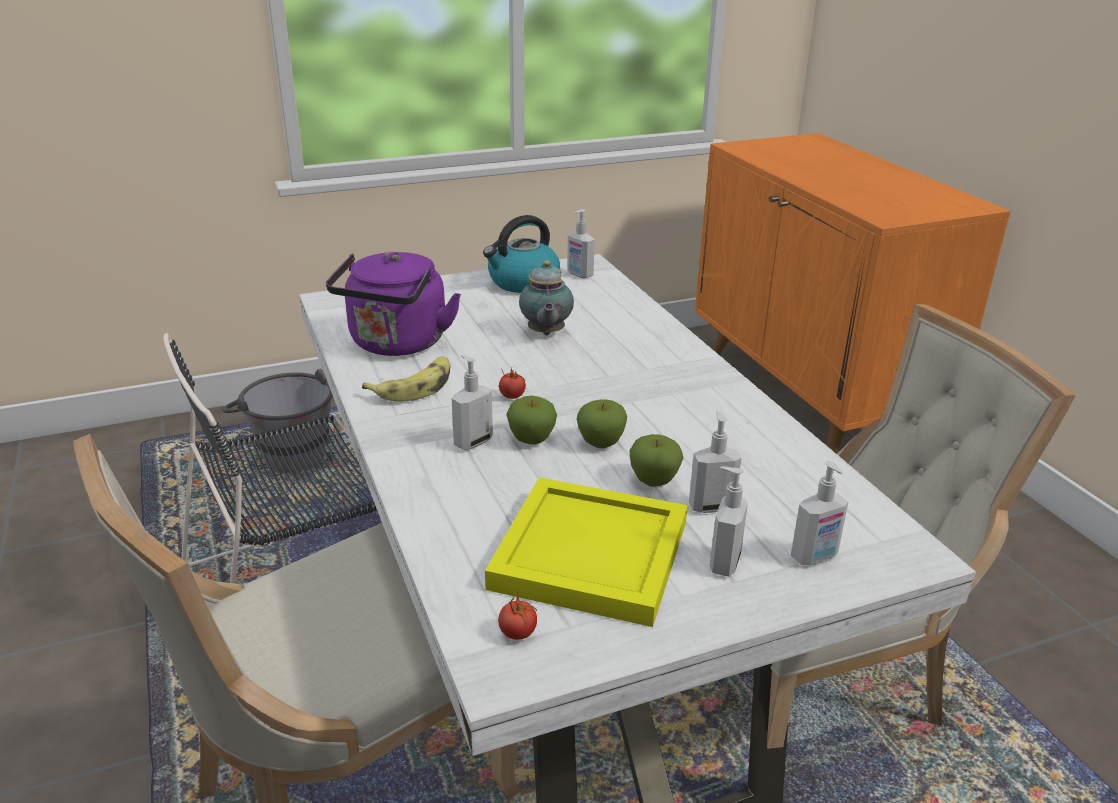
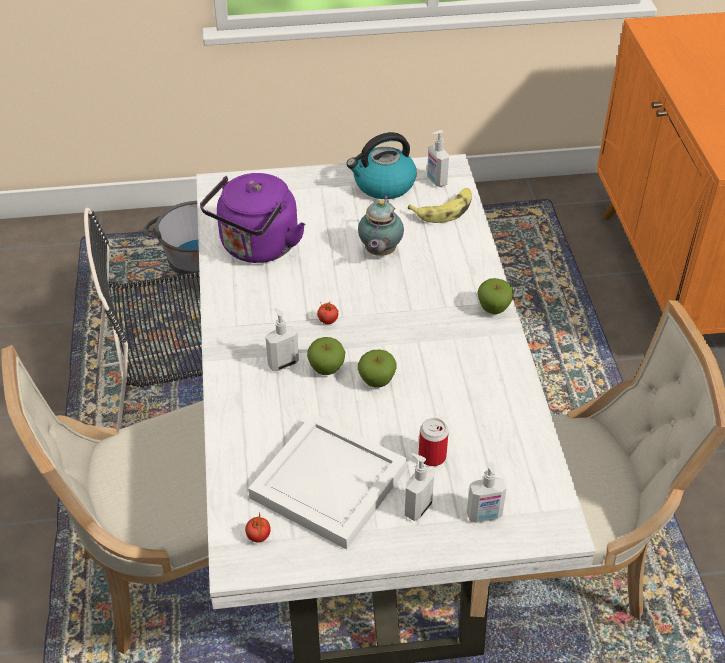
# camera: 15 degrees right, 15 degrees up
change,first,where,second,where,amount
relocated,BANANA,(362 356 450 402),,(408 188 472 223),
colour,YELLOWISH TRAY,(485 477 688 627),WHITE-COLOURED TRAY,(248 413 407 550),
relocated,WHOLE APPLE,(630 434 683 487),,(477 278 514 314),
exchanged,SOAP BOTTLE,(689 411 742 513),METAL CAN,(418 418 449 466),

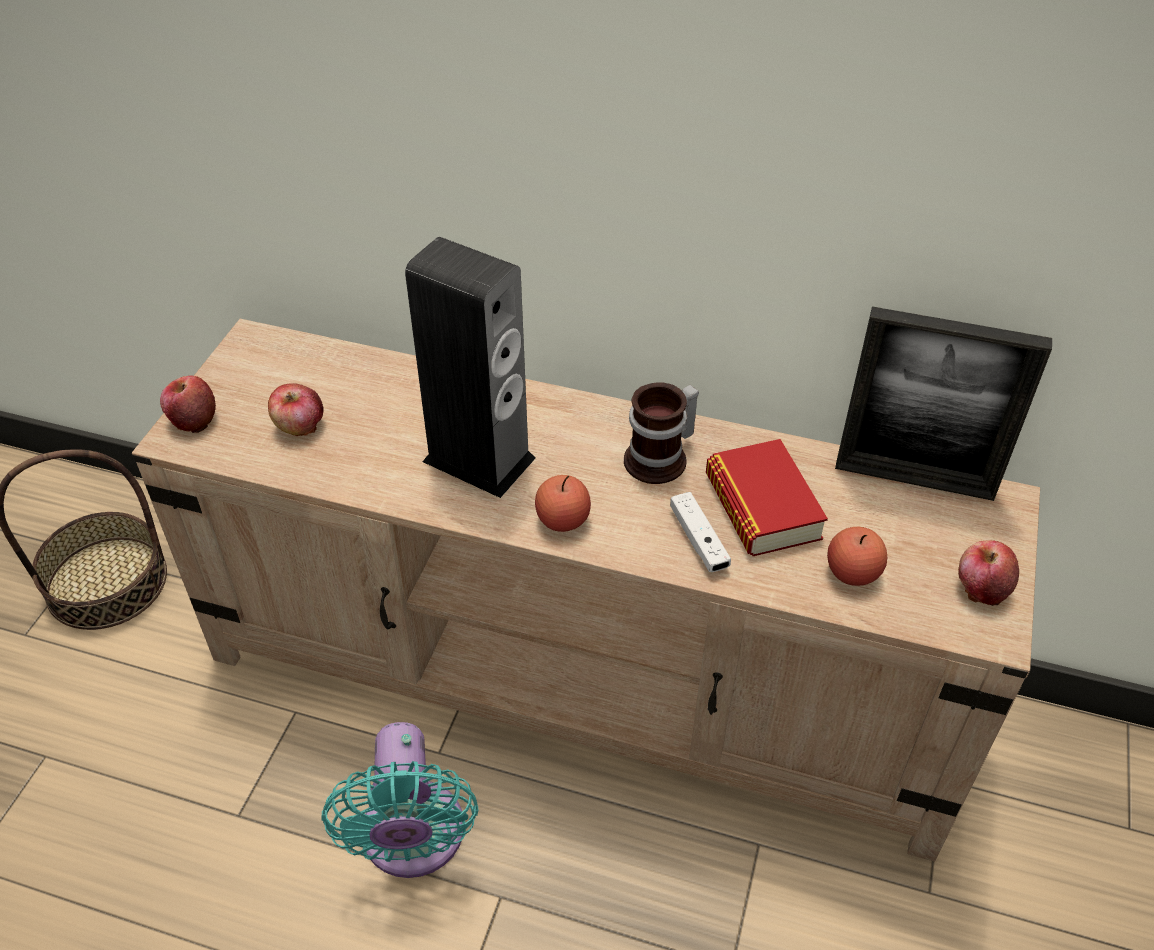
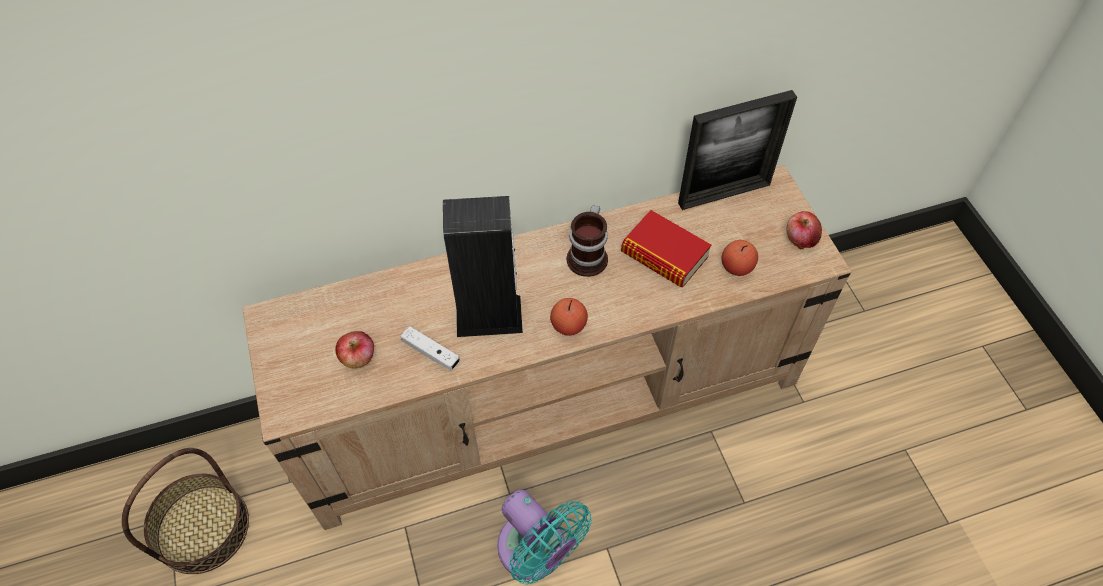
# camera: 35 degrees left, 10 degrees up
change,first,where,second,where,amount
missing,WHOLE APPLE,(160 376 216 433),,,
relocated,WHITE-COLOURED GAME CONTROLLER,(670 492 731 572),,(401 326 460 371),

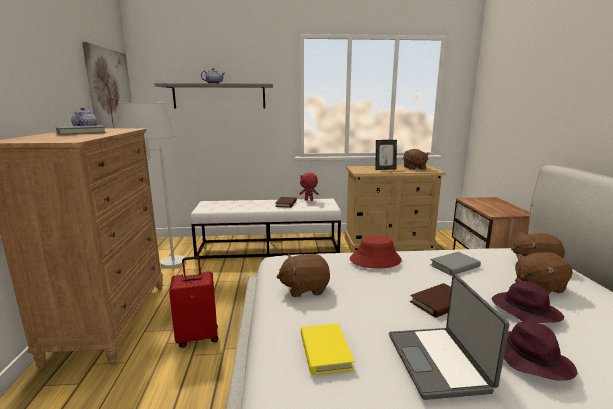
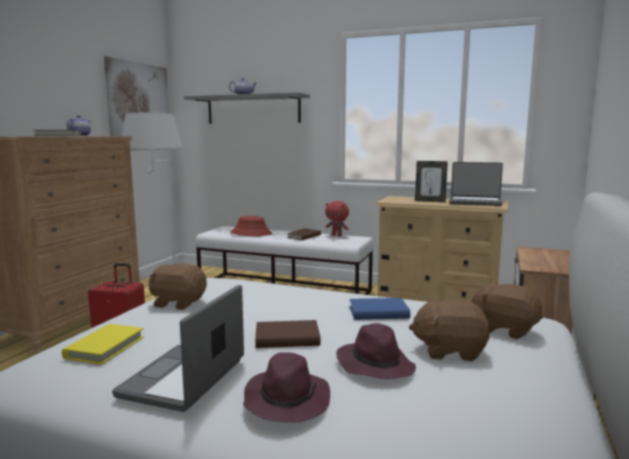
# camera: 25 degrees right, 5 degrees down
change,first,where,second,where,amount
relocated,REDDISH WEARABLE HAT,(350 235 402 269),,(230 216 272 236),
exchanged,BROWNISH PLUSH TOY,(403 149 430 170),LAPTOP,(449 162 503 206),
colour,GRAY VOLUME,(430 252 481 276),BLUISH VOLUME,(349 298 410 320),

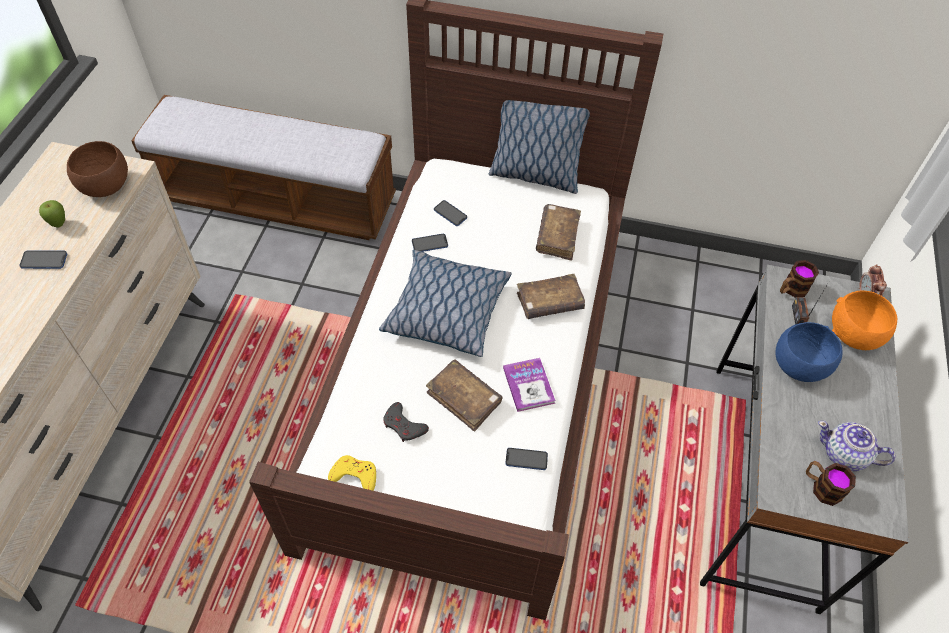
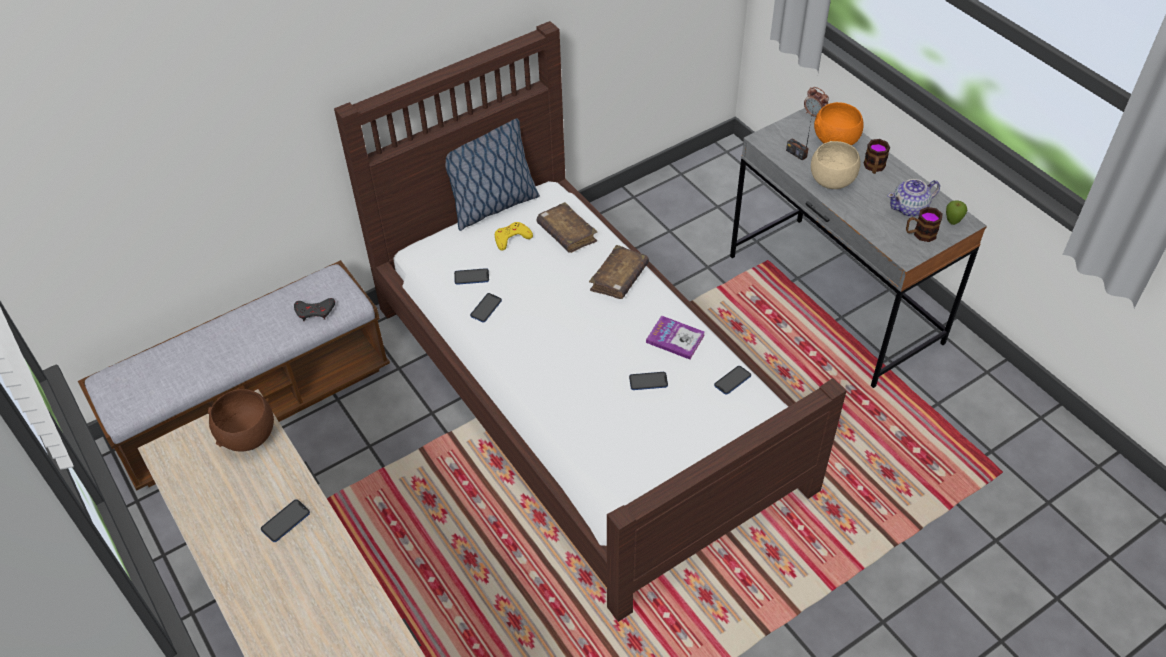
# camera: 45 degrees left, 5 degrees down
change,first,where,second,where,amount
relocated,WHOLE APPLE,(39 200 65 228),,(946 201 967 225),
relocated,YELLOWISH GAME CONTROLLER,(328 455 376 491),,(495 222 533 251),
missing,THROW PILLOW,(379 250 511 357),,,
relocated,GRAY GAME CONTROLLER,(383 402 429 442),,(294 298 335 321),
exchanged,BROWNISH VOLUME,(426 359 502 432),TELEPHONE,(629 372 668 390),
colour,BLUISH SERVING BOWL,(775 322 843 382),SAND-COLOURED SERVING BOWL,(811 141 861 189),
relocated,COFFEE MUG,(780 260 819 298),,(863 139 890 174),

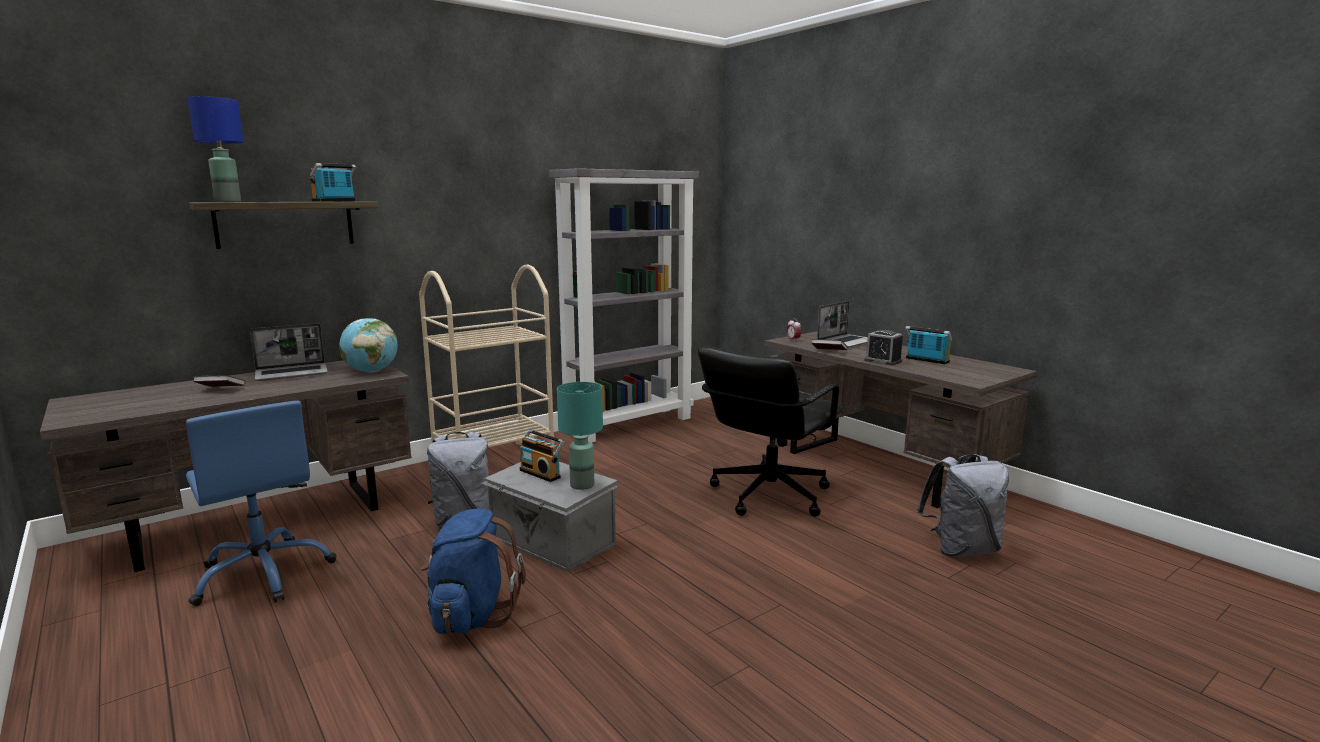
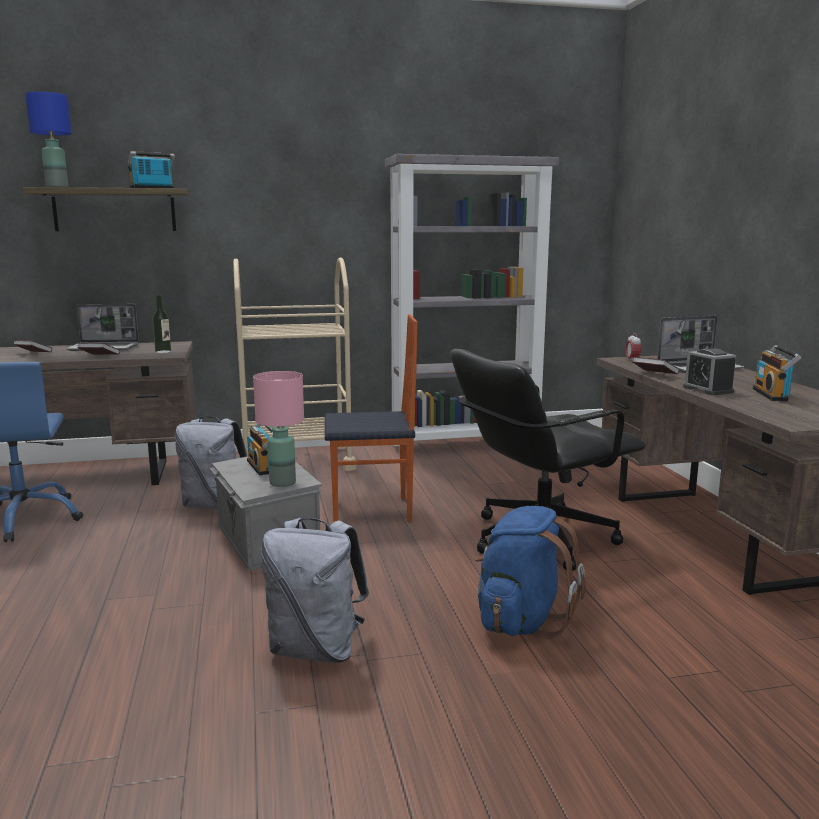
# camera: 25 degrees right, 0 degrees up
change,first,where,second,where,amount
exchanged,GLOBE,(339 318 398 372),DRINK BOTTLE,(152 295 171 353),
relocated,BLUISH RUCKSACK,(421 508 526 634),,(475 506 586 639),
colour,TURQUOISE-COLOURED LAMP FOR A TABLE,(557 382 603 490),PINK-COLOURED LAMP FOR A TABLE,(253 371 304 487),
spun,RADIO,(905 326 953 364),,(753 345 801 401),150 degrees counterclockwise
relocated,GRAY RUCKSACK,(917 454 1009 557),,(261 518 369 663),
appeared,,,VOLUME,(77 343 120 355),
appeared,,,UPRIGHT CHAIR,(325 314 418 522),

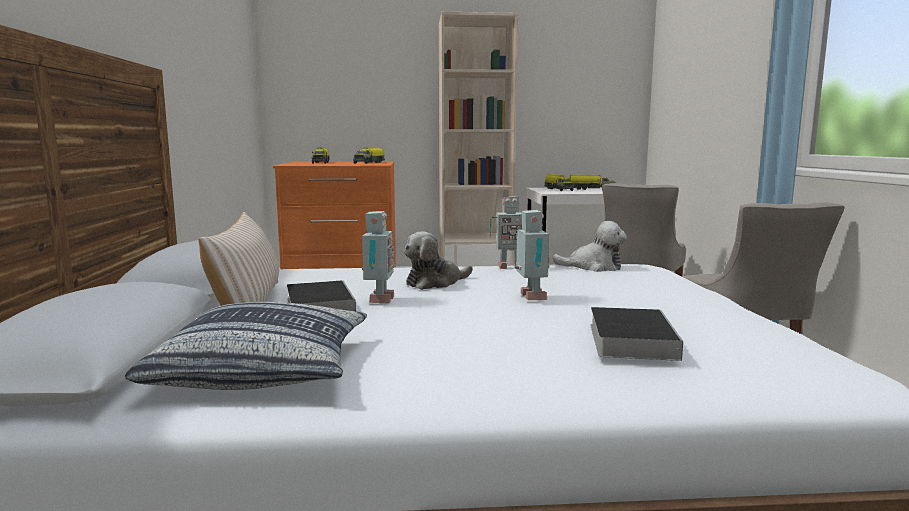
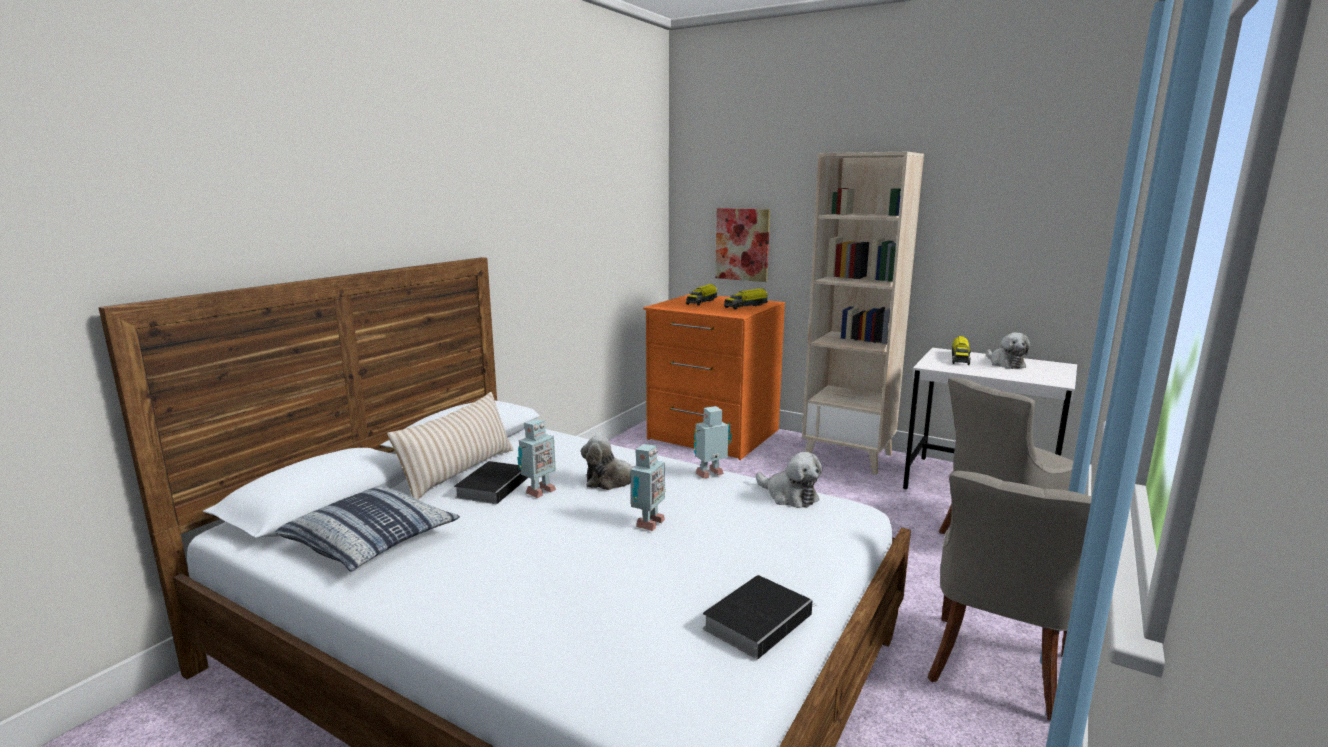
# camera: 35 degrees right, 5 degrees up
change,first,where,second,where,amount
spun,TOY ROBOT,(489 197 522 269),,(694 406 731 479),120 degrees clockwise
exchanged,TOY LORRY,(569 175 615 190),PLUSH TOY,(986 332 1030 369),
relocated,VOLUME,(590 307 683 361),,(703 575 816 660),
appeared,,,WALL ART,(715 208 770 282),

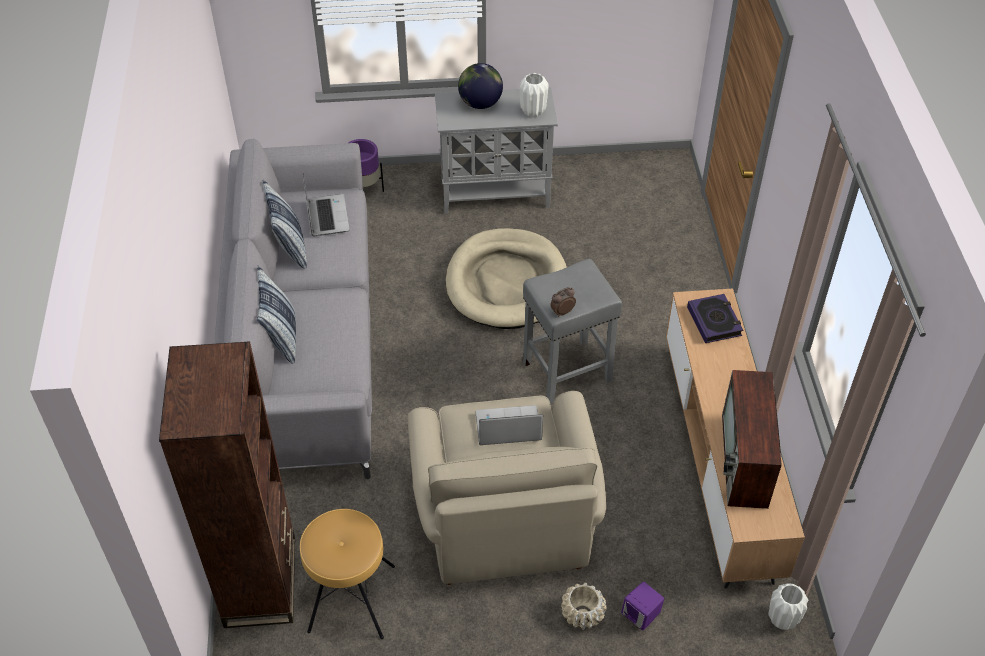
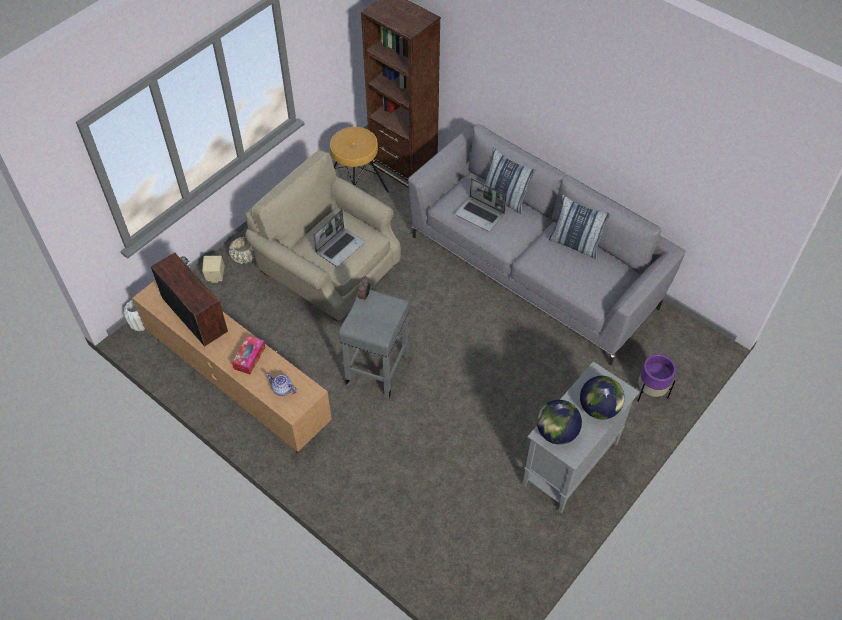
# camera: 135 degrees right, 5 degrees up
change,first,where,second,where,amount
relocated,LAPTOP,(303 173 350 236),,(455 178 507 232),
missing,SAND-COLOURED DOG BED,(446 228 567 329),,,
exchanged,WHITE-COLOURED FLOWER VASE,(520 73 549 117),GLOBE,(537 400 582 445),
colour,PURPLISH SPEAKER,(621 582 664 630),SAND-COLOURED SPEAKER,(202 256 224 283),
exchanged,VOLUME,(687 294 743 343),TEA POT,(266 374 297 396),
appeared,,,BOX OF TISSUES,(232 336 265 374),

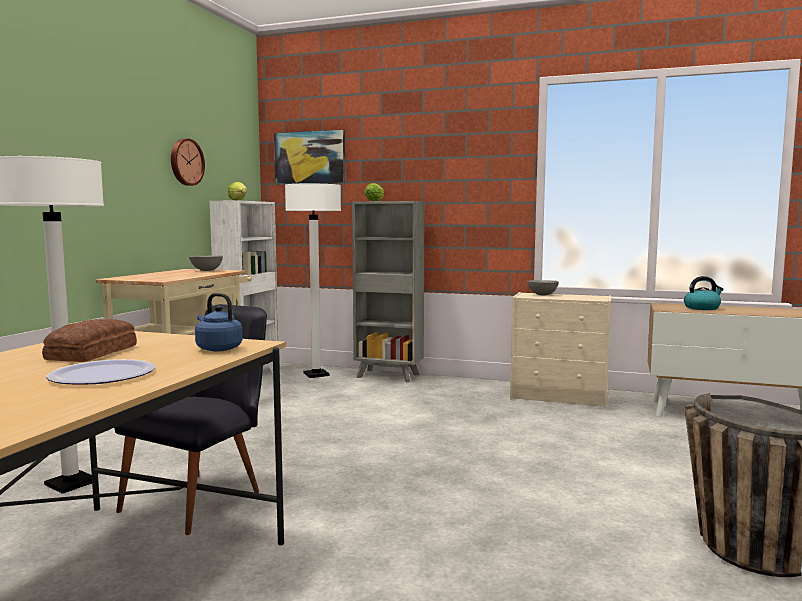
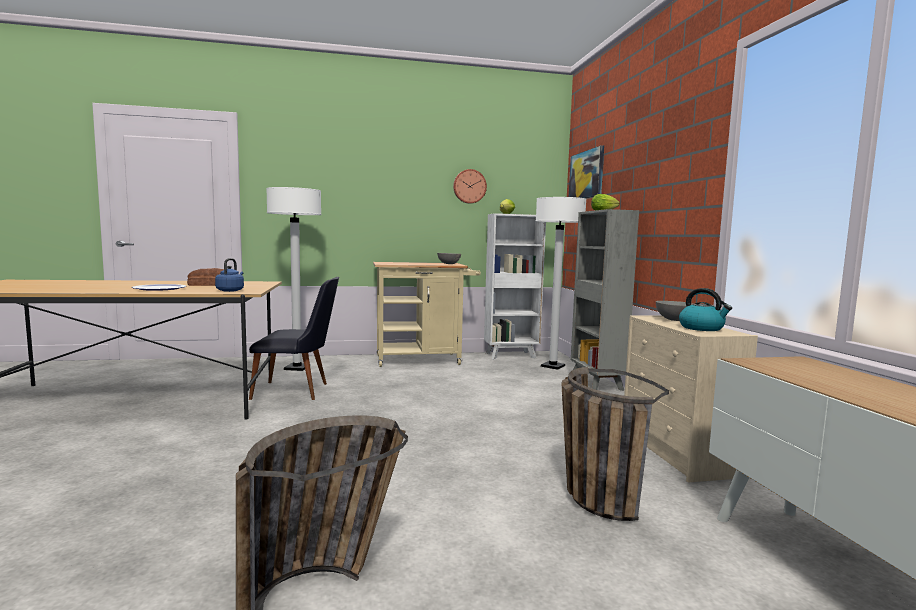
# camera: 60 degrees right, 0 degrees up
change,first,where,second,where,amount
relocated,WATER KETTLE,(684 276 724 310),,(679 288 732 331),
appeared,,,HOUSEHOLD BASKET,(561 367 669 521),

